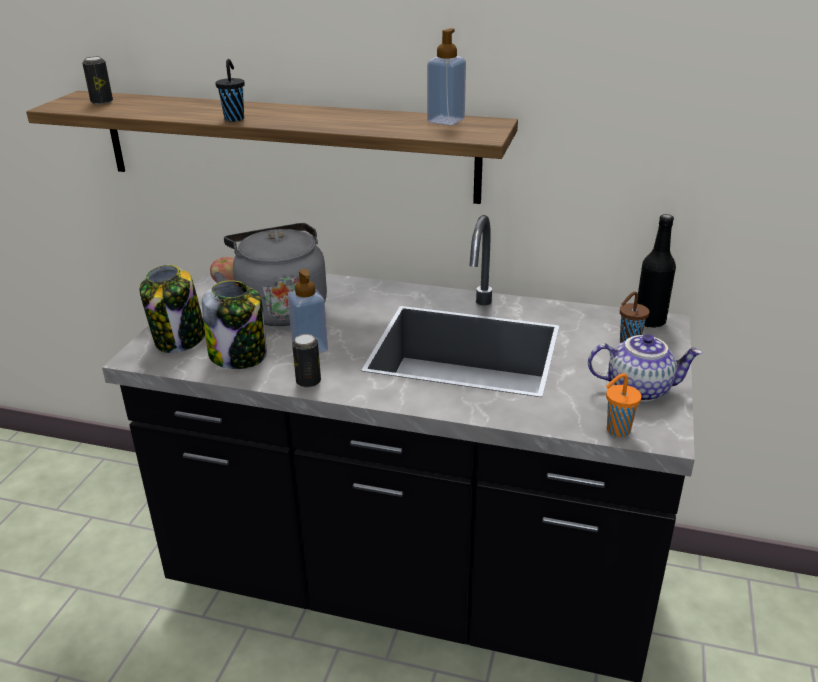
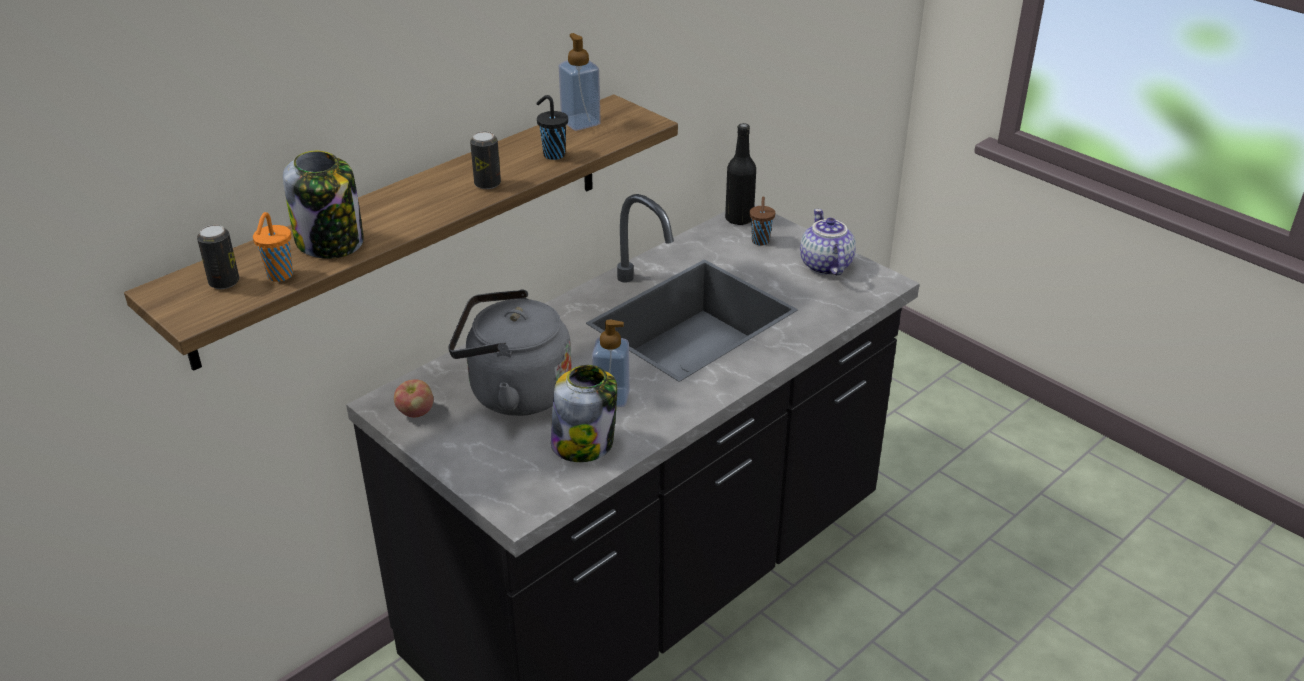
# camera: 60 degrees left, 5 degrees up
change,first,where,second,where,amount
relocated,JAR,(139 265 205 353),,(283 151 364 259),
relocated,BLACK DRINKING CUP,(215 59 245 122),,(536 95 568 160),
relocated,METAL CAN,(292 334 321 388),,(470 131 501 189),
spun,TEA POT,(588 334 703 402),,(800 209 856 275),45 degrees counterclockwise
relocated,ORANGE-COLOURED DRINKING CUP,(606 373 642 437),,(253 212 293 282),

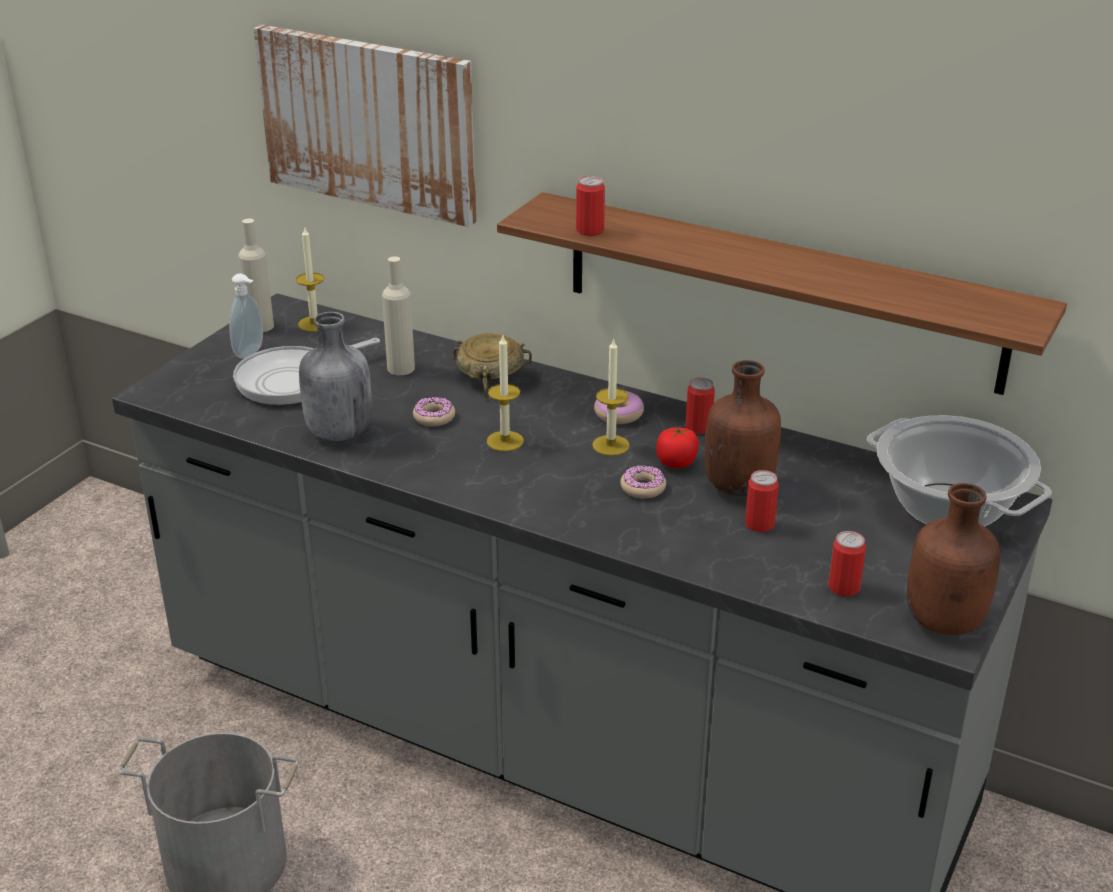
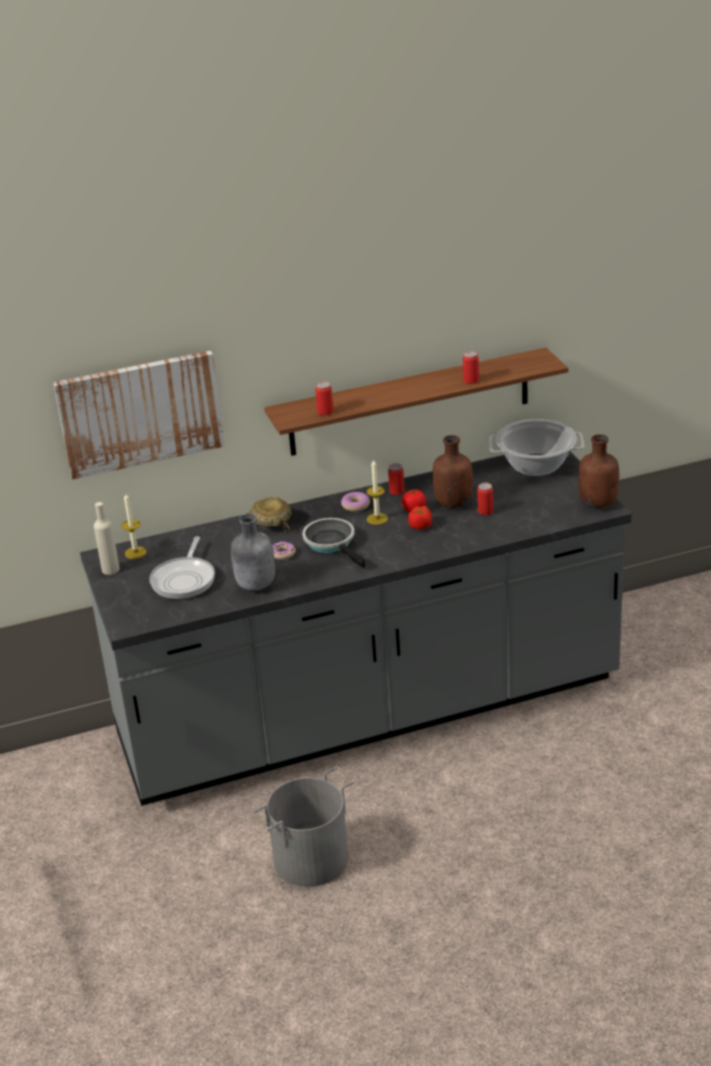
# camera: 45 degrees left, 0 degrees up
change,first,where,second,where,amount
missing,SOAP BOTTLE,(229 274 263 359),,,
missing,SAND-COLOURED DRINK BOTTLE,(382 256 415 375),,,
exchanged,WAX LIGHT,(487 336 524 451),FRYING PAN,(302 518 365 568),
exchanged,DONUT,(620 465 666 499),FRESH TOMATO,(408 506 432 530),
relocated,METAL CAN,(828 531 866 596),,(463 351 479 384),

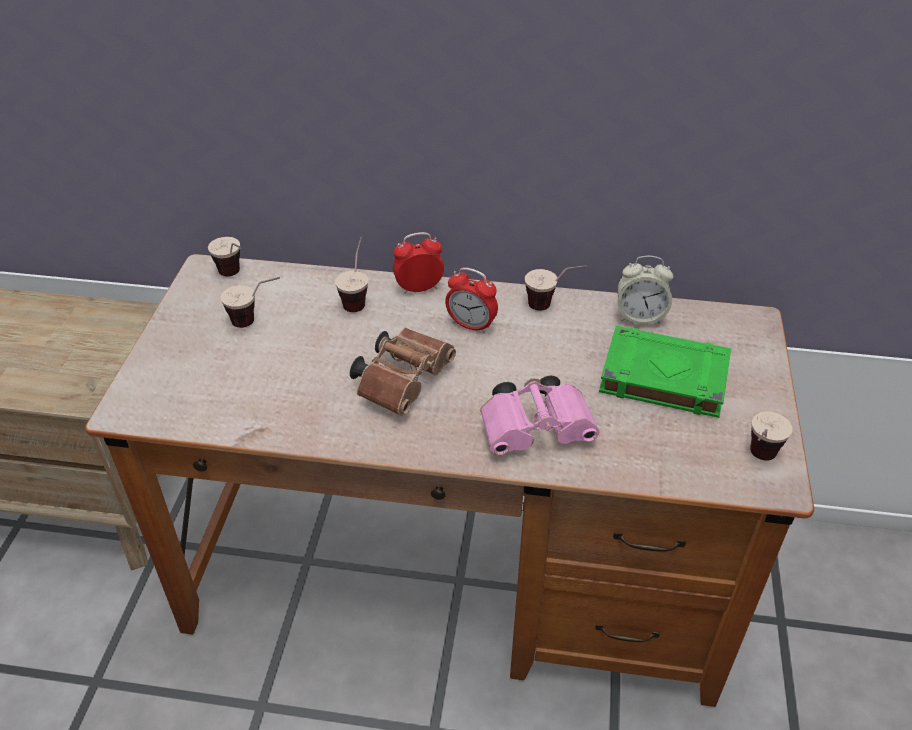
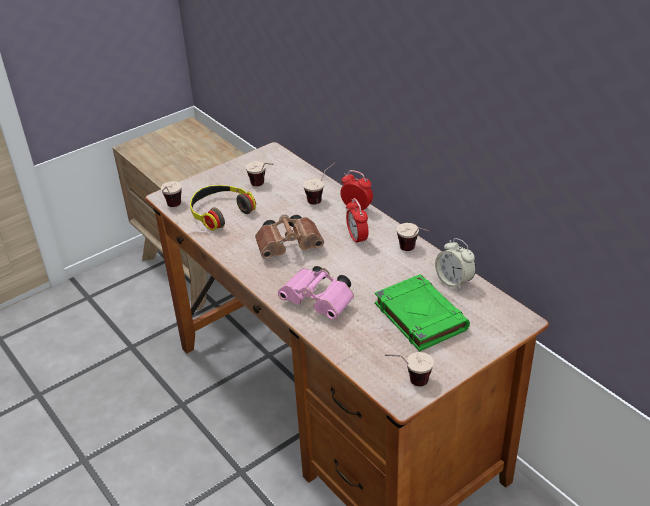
# camera: 45 degrees right, 5 degrees down
change,first,where,second,where,amount
relocated,DRINKING CUP,(208 237 242 277),,(161 181 182 207),
appeared,,,HEADSET,(190 185 256 231),

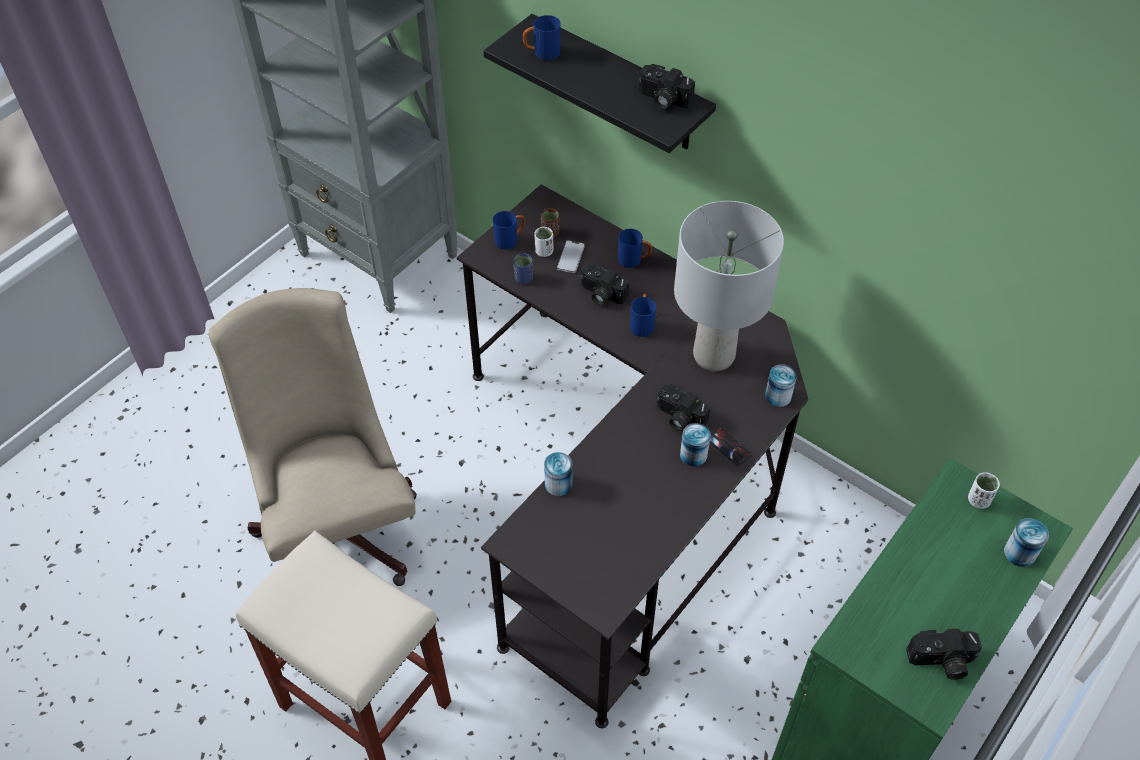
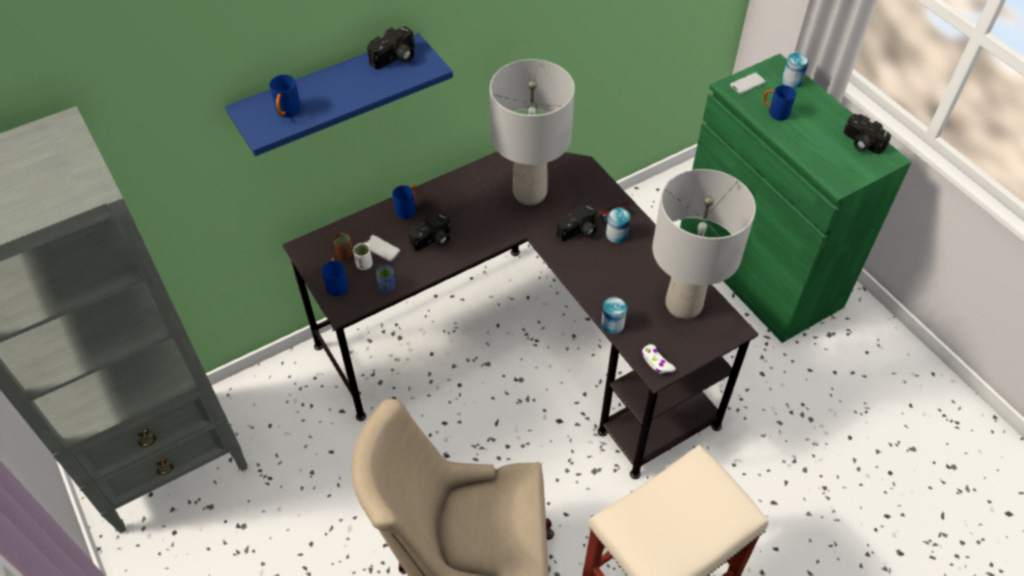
# camera: 70 degrees left, 0 degrees up
change,first,where,second,where,amount
colour,BLACK SHELF,(483 14 716 153),BLUISH SHELF,(225 33 453 156),
relocated,BLUISH COFFEE MUG,(630 294 656 337),,(763 85 796 121),
missing,METAL CAN,(765 364 797 407),,,
spun,STILL CAMERA,(906 629 982 680),,(844 114 891 154),120 degrees clockwise
exchanged,WHITE-COLOURED DRINKING CUP,(968 472 1000 509),TELEPHONE,(730 72 766 94),
appeared,,,WHITE-COLOURED GAME CONTROLLER,(641 344 676 374),
appeared,,,GRAY LAMP FOR A TABLE,(652 169 756 319),

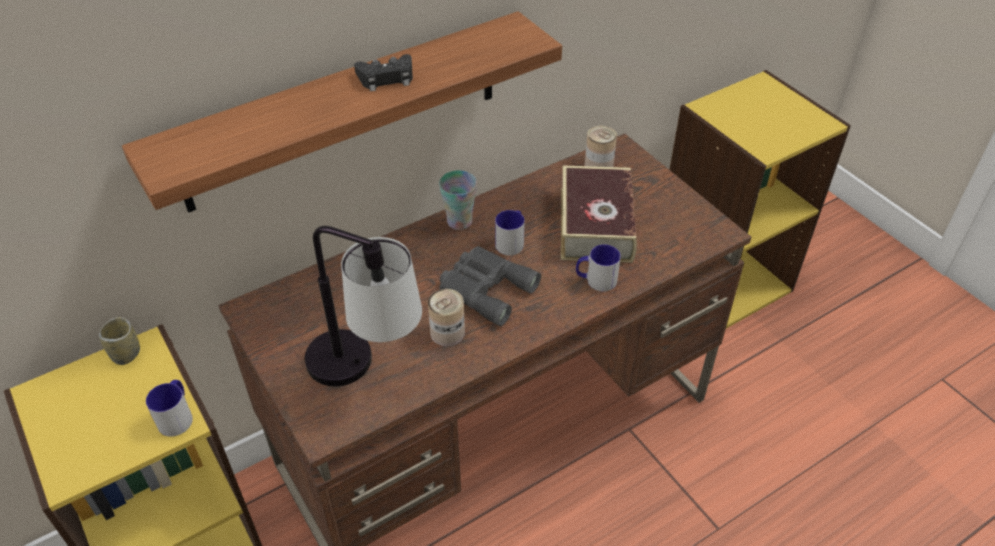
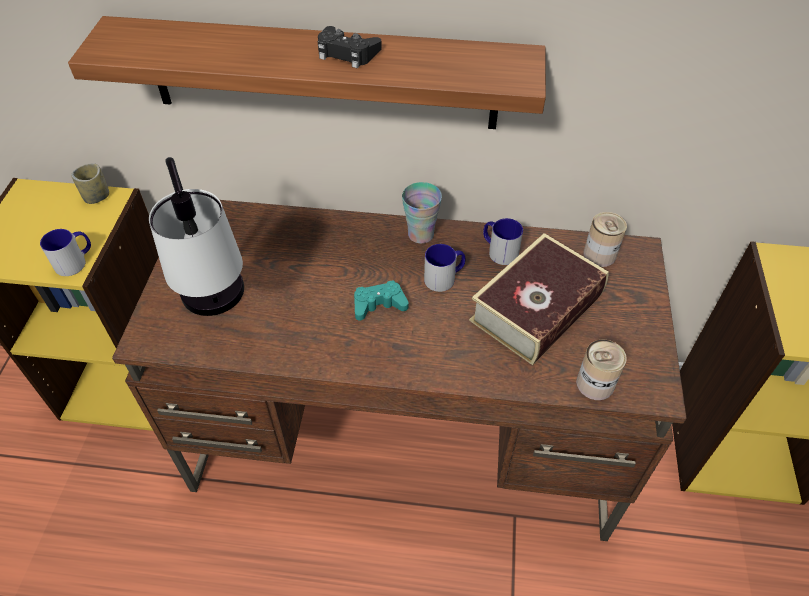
# camera: 40 degrees right, 5 degrees up
change,first,where,second,where,amount
relocated,METAL CAN,(428 289 465 346),,(576 339 627 400),
exchanged,GRAY BINOCULARS,(440 246 541 326),TURQUOISE-COLOURED GAME CONTROLLER,(354 280 408 320),
relocated,COFFEE MUG,(576 245 621 291),,(483 218 523 265),

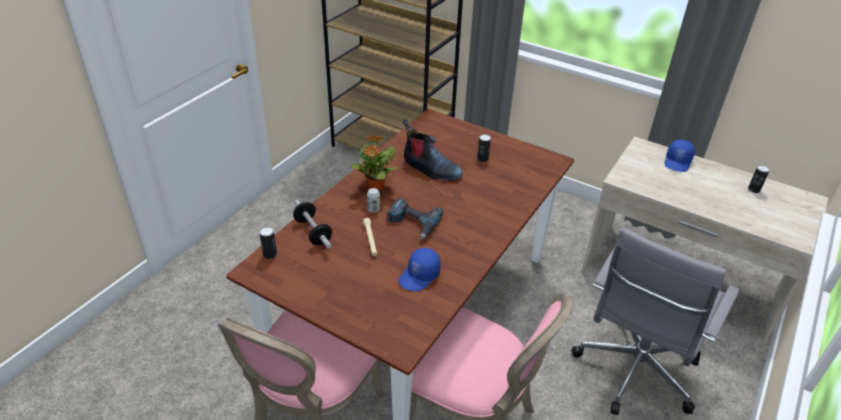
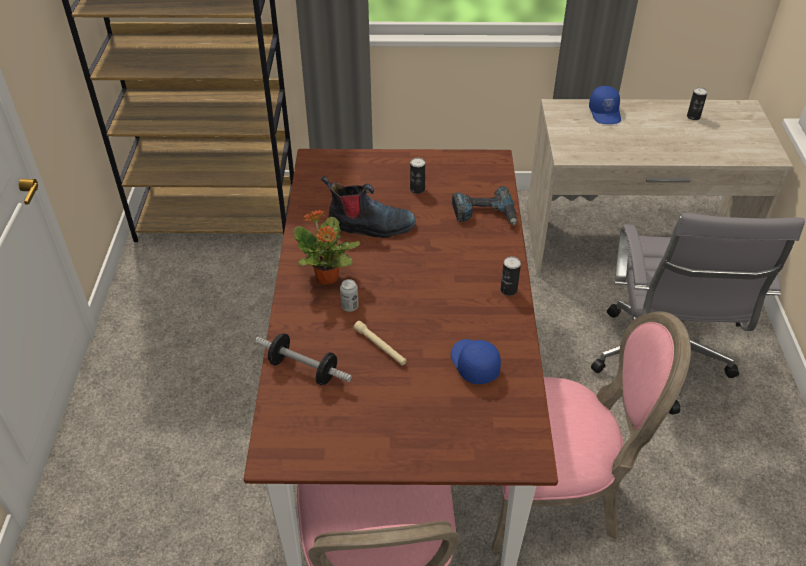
# camera: 30 degrees left, 5 degrees up
change,first,where,second,where,amount
relocated,METAL CAN,(259 227 277 259),,(500 256 521 296),
relocated,DRILL,(387 198 443 239),,(452 186 517 225),
spun,BLUISH PEAKED CAP,(398 248 441 292),,(451 339 501 384),150 degrees clockwise

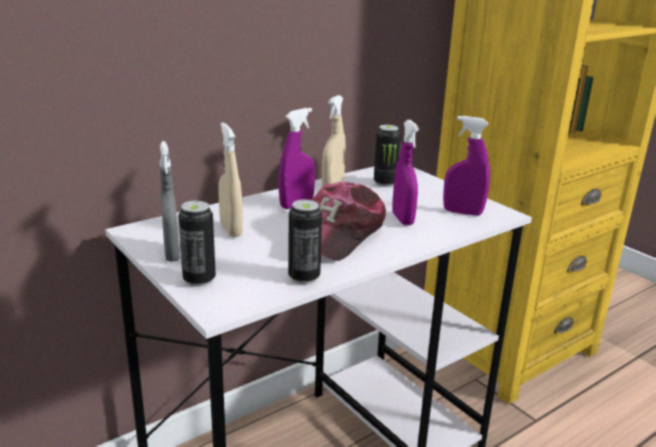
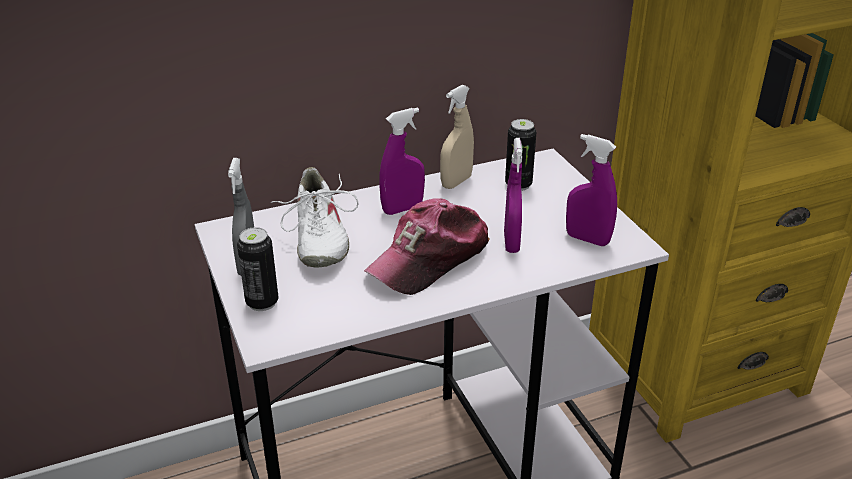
# camera: 15 degrees right, 10 degrees up
change,first,where,second,where,amount
exchanged,SAND-COLOURED HAND SPRAYER,(218 123 243 237),WHITE-COLOURED SHOE,(271 167 358 268),
missing,METAL CAN,(288 199 322 284),,,

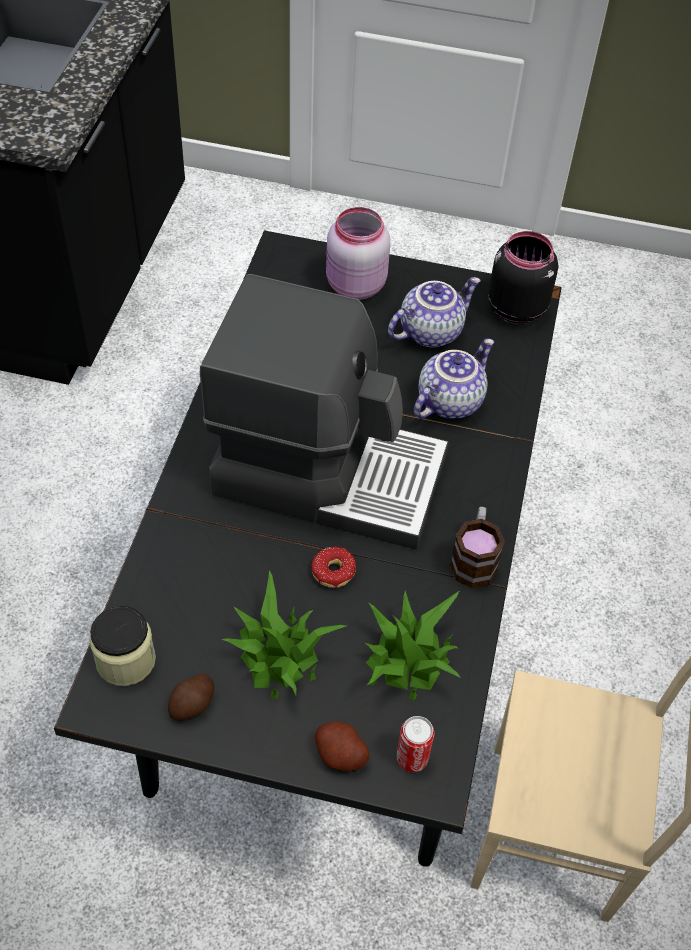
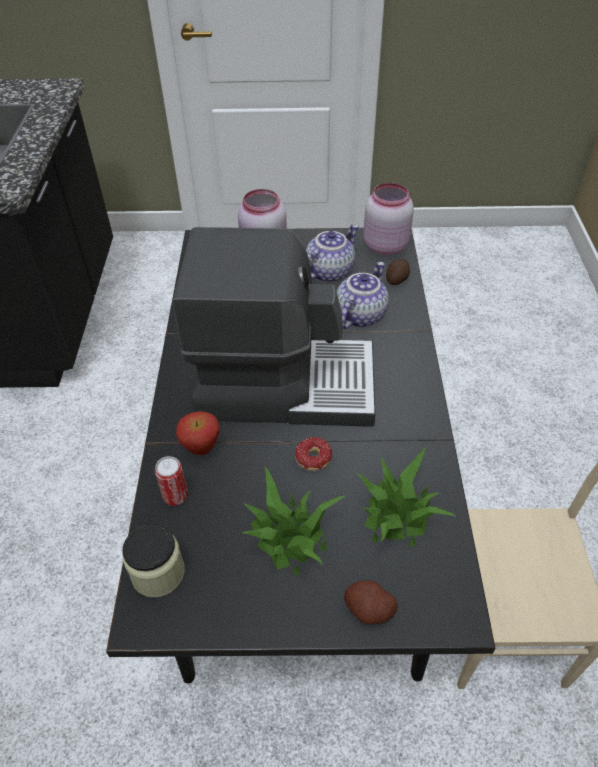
# camera: 10 degrees left, 5 degrees down
change,first,where,second,where,amount
relocated,SPUD,(168 673 214 721),,(386 259 410 285),
relocated,METAL CAN,(397 716 434 772),,(155 456 188 506),
missing,COFFEE MUG,(450 507 505 588),,,
colour,BLACK JAR,(488 231 558 324),PINK-COLOURED JAR,(363 183 414 255),
appeared,,,WHOLE APPLE,(176 411 220 455),

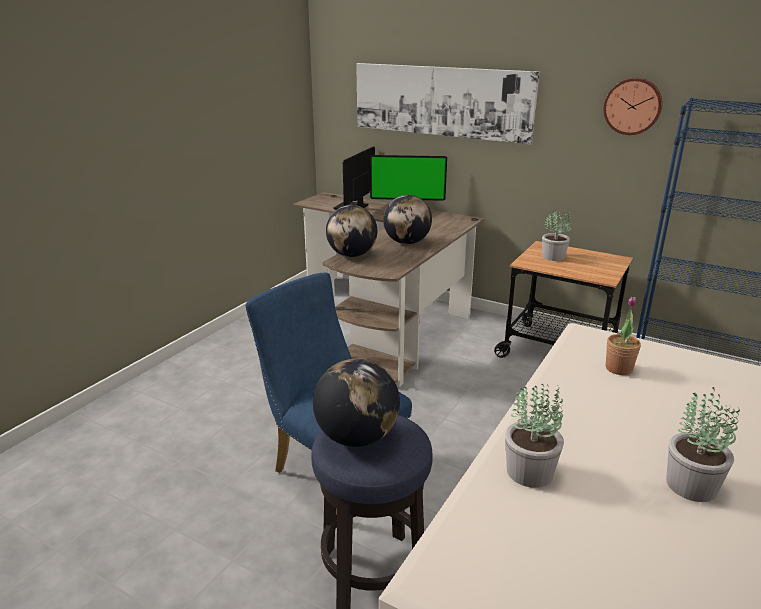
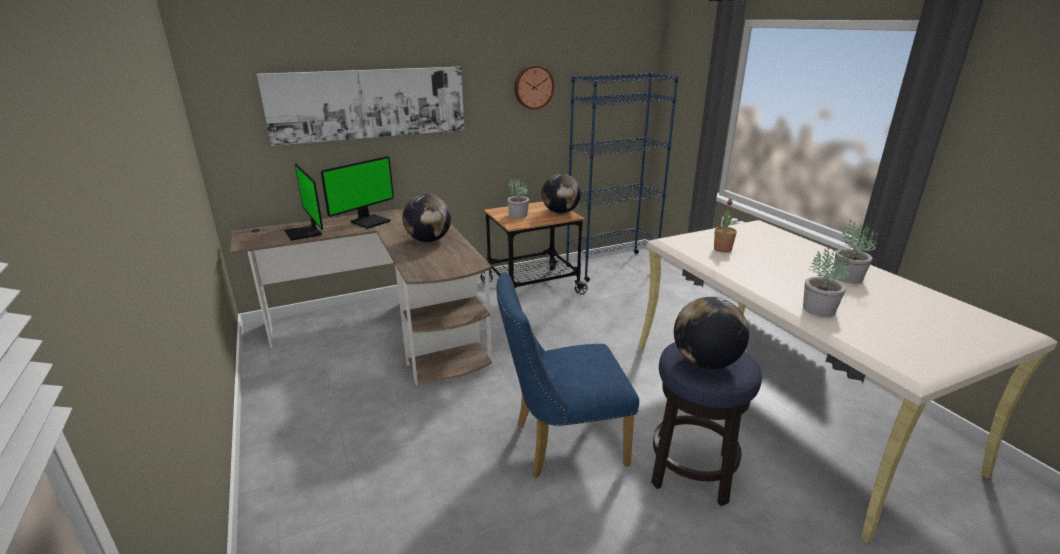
# camera: 55 degrees left, 0 degrees up
change,first,where,second,where,amount
relocated,GLOBE,(326 205 377 257),,(542 174 581 214),

